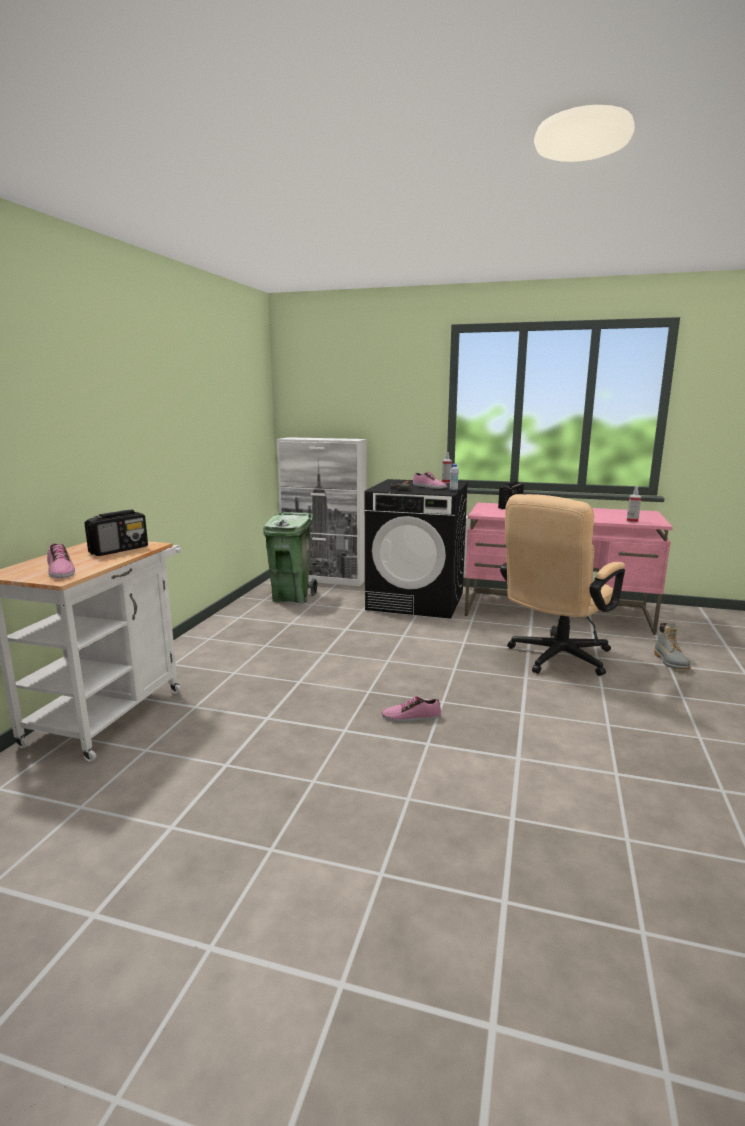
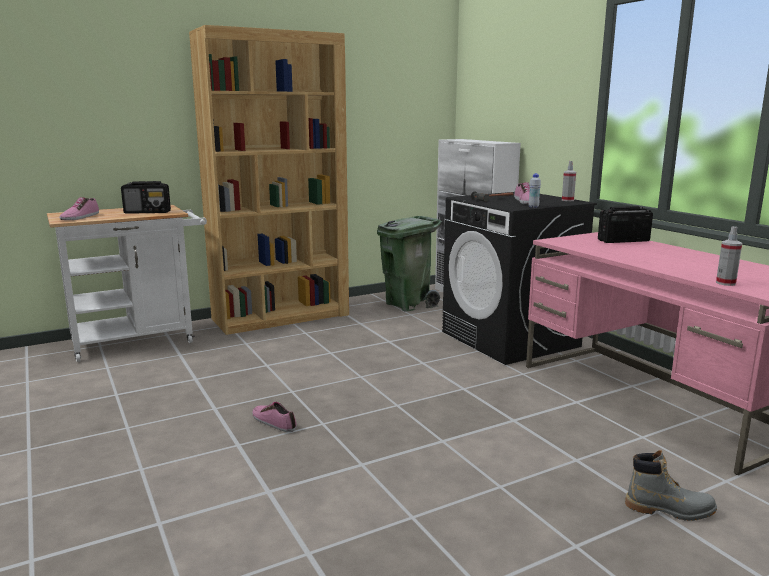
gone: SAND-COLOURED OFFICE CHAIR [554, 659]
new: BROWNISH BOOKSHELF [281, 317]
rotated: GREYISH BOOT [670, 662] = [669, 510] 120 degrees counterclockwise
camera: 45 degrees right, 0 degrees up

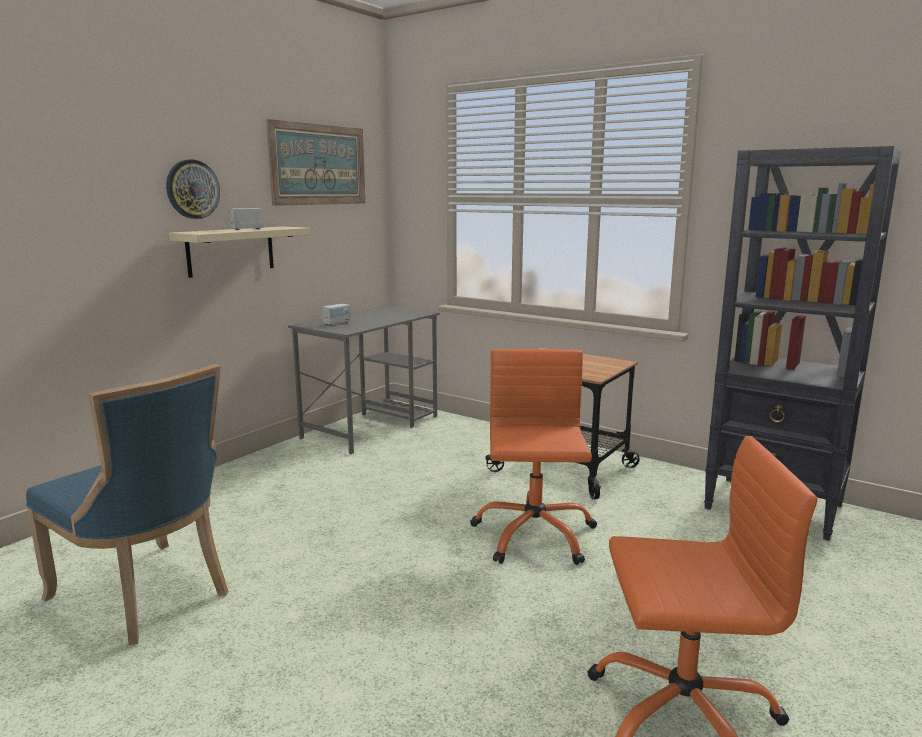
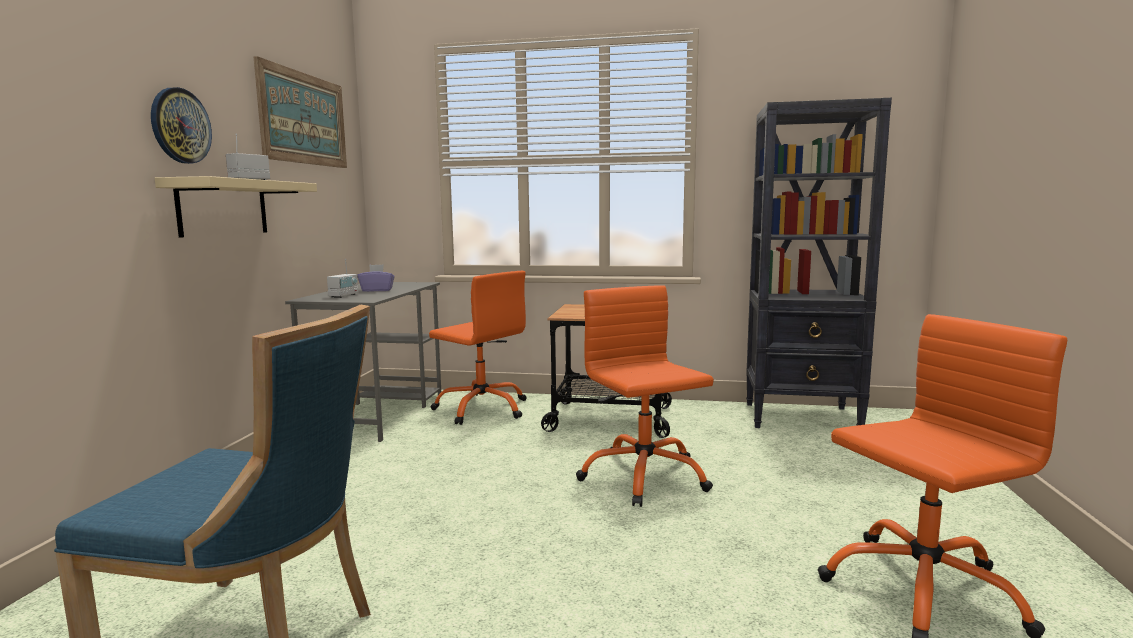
new: PURPLE-COLOURED TISSUE BOX [377, 290]; ORANGE-COLOURED OFFICE CHAIR [482, 408]
camera: 25 degrees left, 5 degrees down

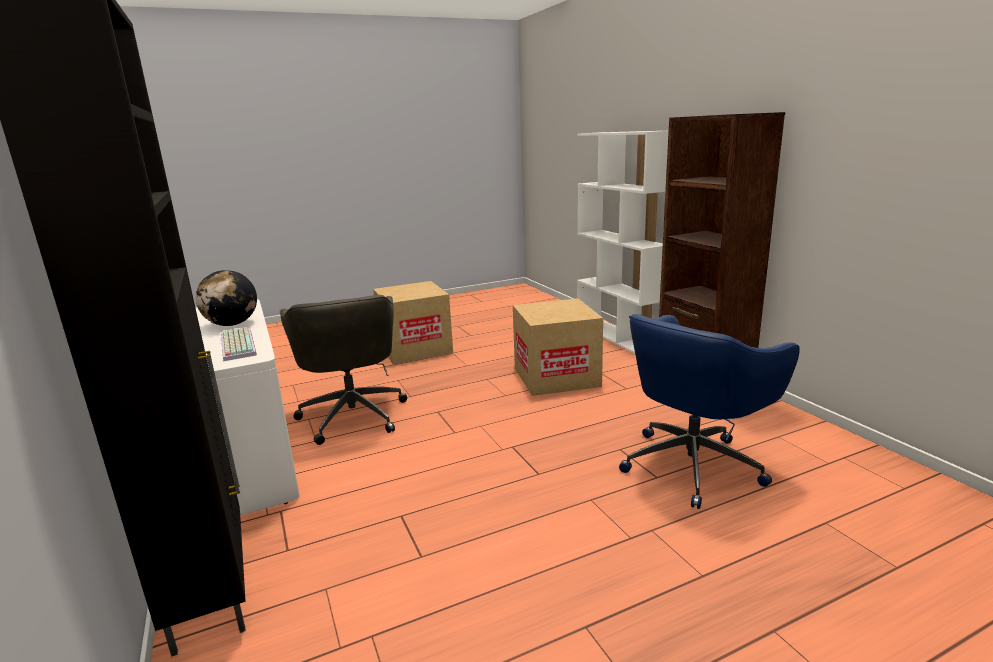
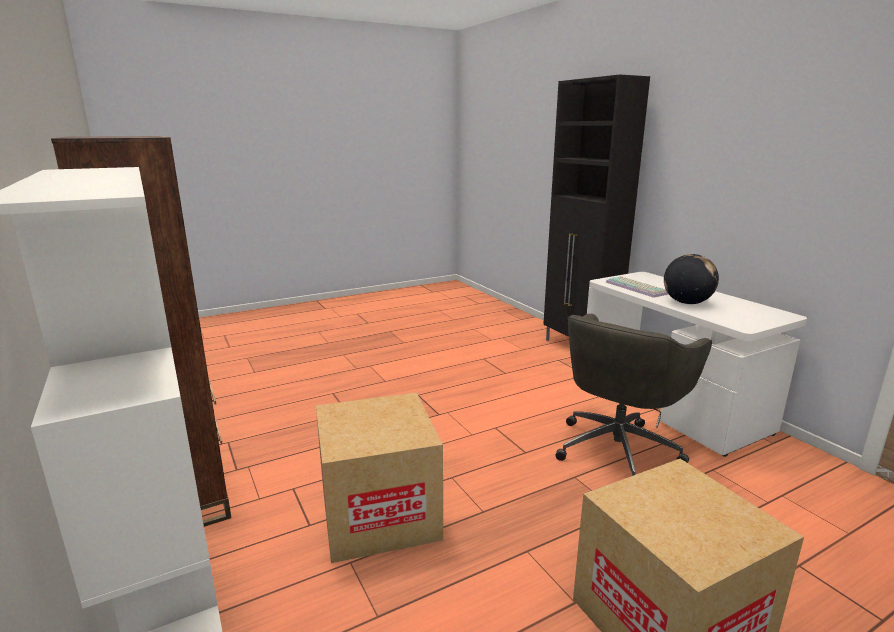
gone: BLUISH OFFICE CHAIR [694, 464]
rotated: GREYISH OFFICE CHAIR [353, 414] = [618, 448] 120 degrees counterclockwise
camera: 175 degrees right, 0 degrees up

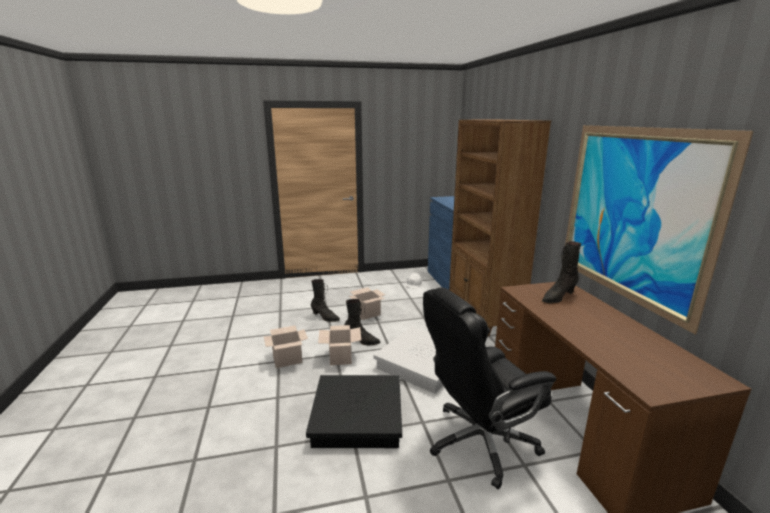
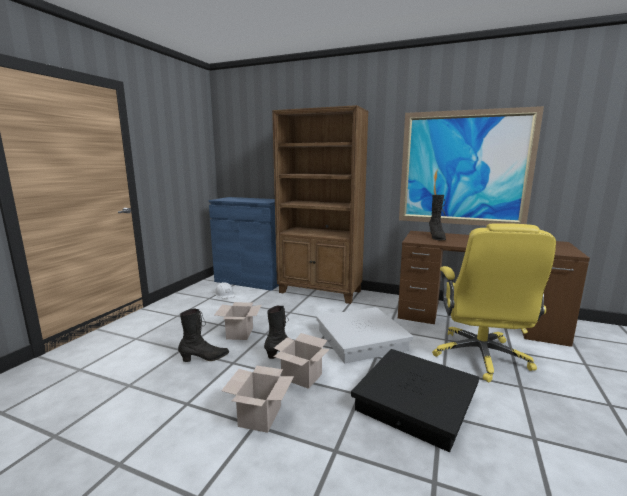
repainted: BLACK-COLOURED OFFICE CHAIR [479, 442] to YELLOW OFFICE CHAIR [480, 357]
camera: 55 degrees left, 5 degrees down

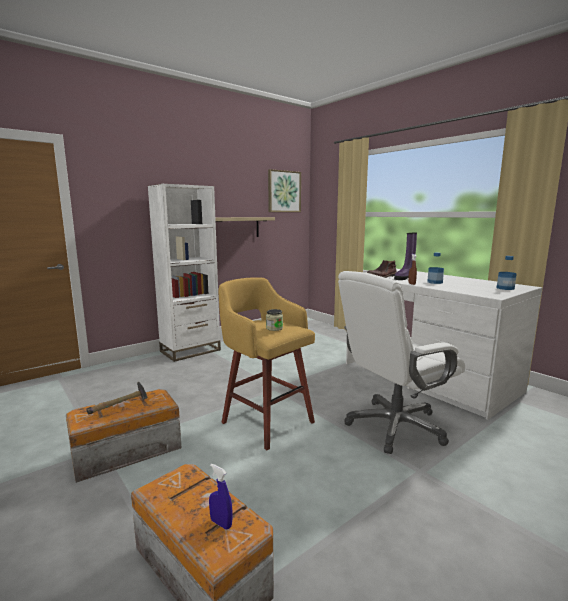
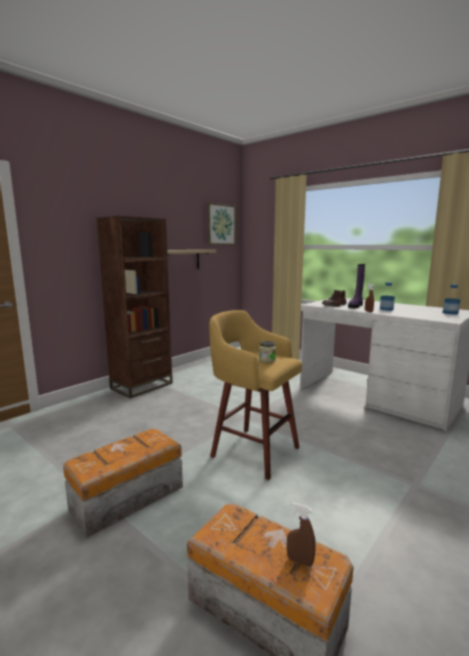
gone: TOOL HAMMER [120, 406]; WHITE-COLOURED OFFICE CHAIR [394, 426]
repainted: WHITE-COLOURED BOOKSHELF [190, 351] to BROWNISH BOOKSHELF [142, 386]; BLUISH SPRAY BOTTLE [221, 523] to BROWNISH SPRAY BOTTLE [300, 561]
camera: 10 degrees left, 0 degrees up

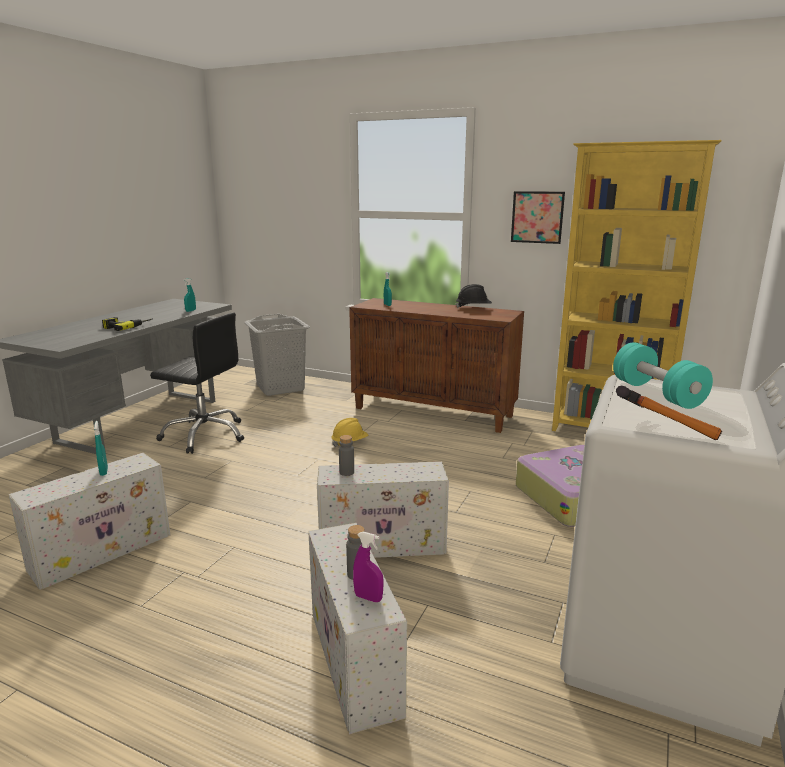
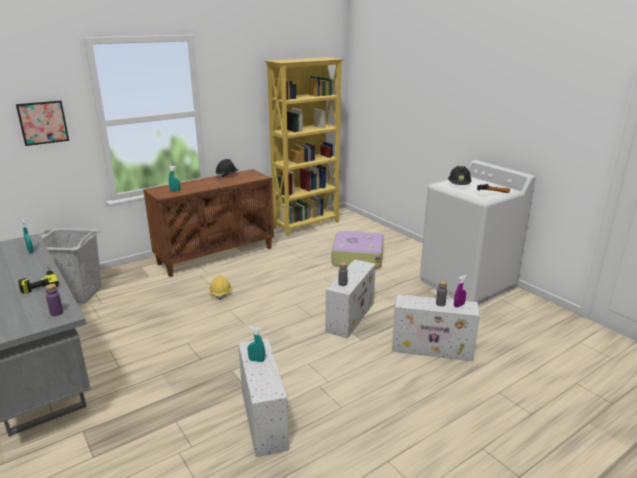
gone: BLACK-COLOURED OFFICE CHAIR [205, 435]
new: PURPLE-COLOURED DRINK BOTTLE [56, 313]
shifted: WALL ART [537, 217] to [43, 122]
swapped: BLUE-GREEN HAND WEIGHT [657, 394] to BLACK-COLOURED SAFETY HELMET [459, 185]
camera: 60 degrees left, 5 degrees up

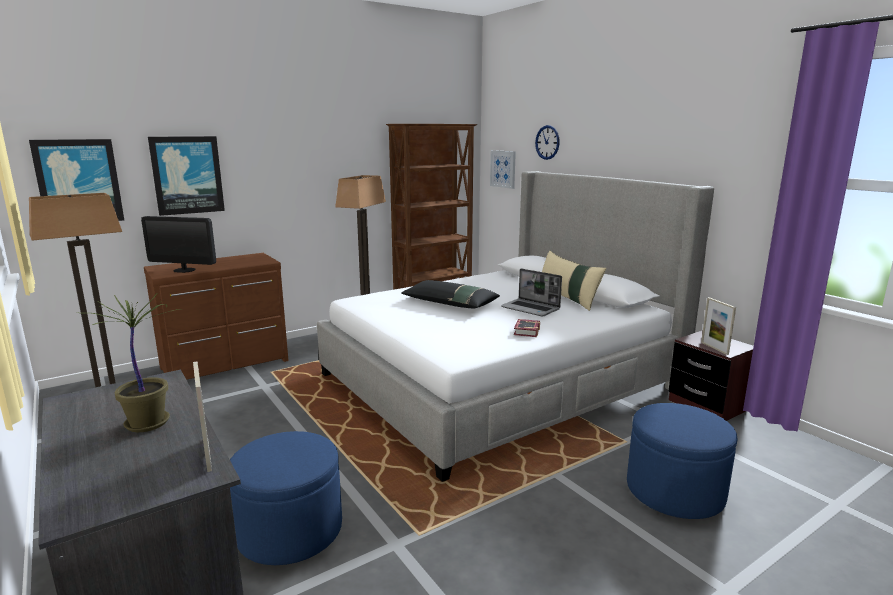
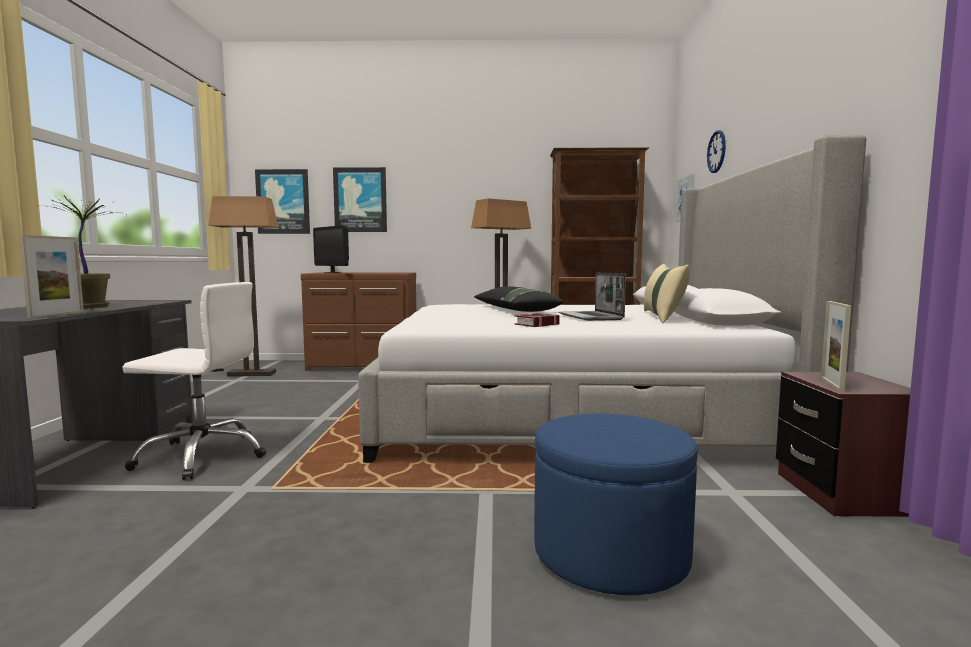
swapped: BLUISH POUFFE [290, 530] to WHITE-COLOURED OFFICE CHAIR [202, 456]
camera: 35 degrees right, 10 degrees down

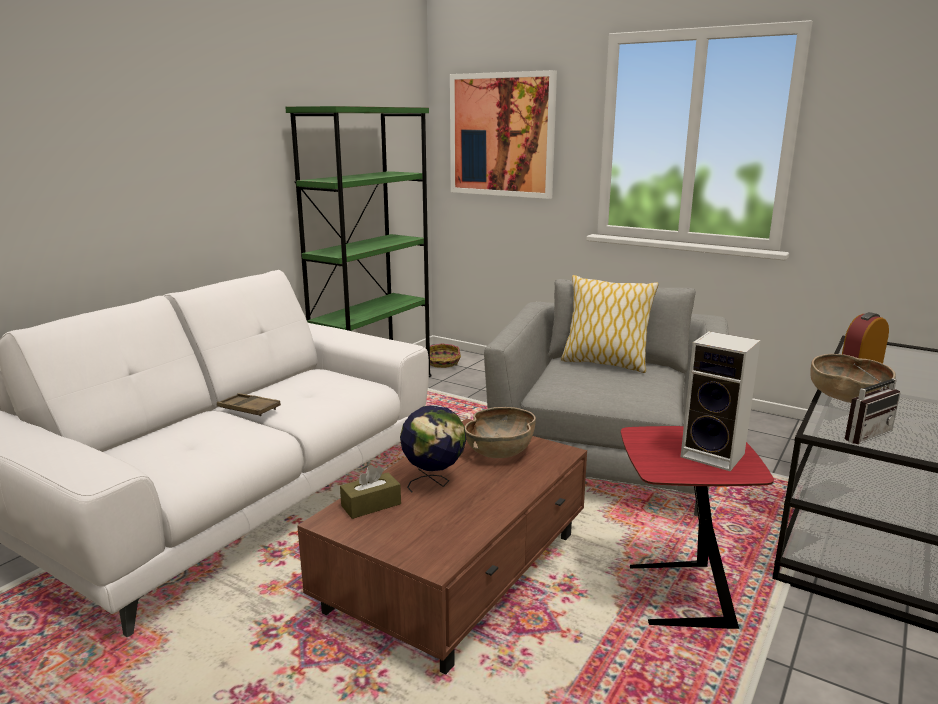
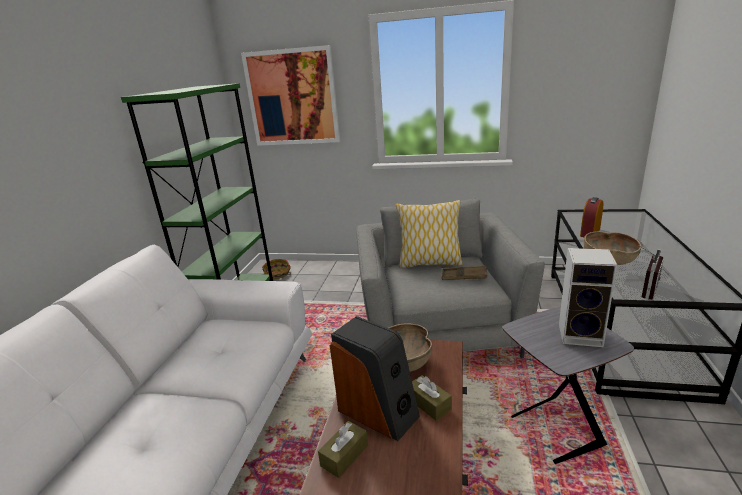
new: BROWNISH TISSUE BOX [429, 404]
shifted: BROWNISH TRAY [249, 409] to [464, 276]
swapped: GLOBE [434, 483] to SPEAKER [378, 412]
repainted: RED-COLOURED ACCENT TABLE [676, 596] to GREYISH ACCENT TABLE [554, 431]
camera: 20 degrees left, 5 degrees up

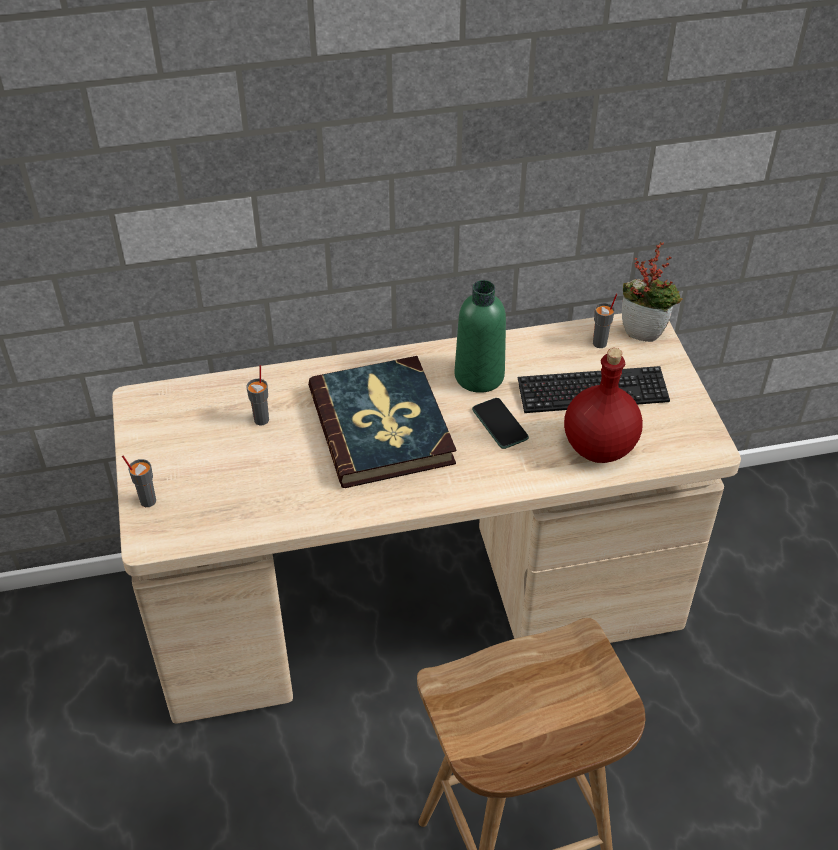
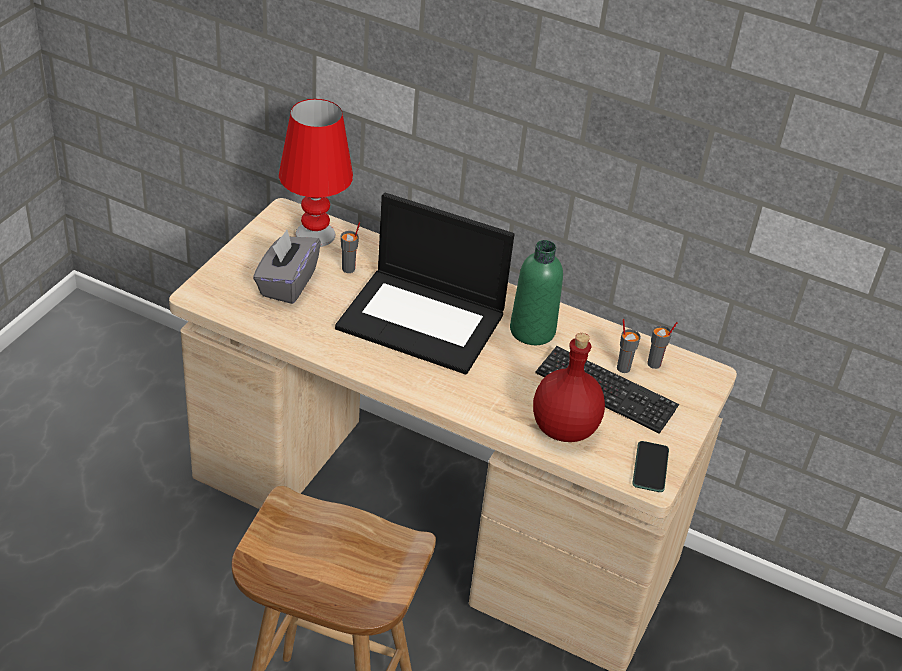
gone: PLANT IN A POT [645, 332]
new: GREYISH TISSUE BOX [287, 283]; RED-COLOURED LAMP FOR A TABLE [315, 234]
shifted: GREYISH DRINKING CUP [147, 501] to [623, 368]; PHONE [500, 424] to [650, 467]
swapped: VOLUME [382, 426] to PORTABLE COMPUTER [423, 320]
camera: 35 degrees right, 5 degrees down

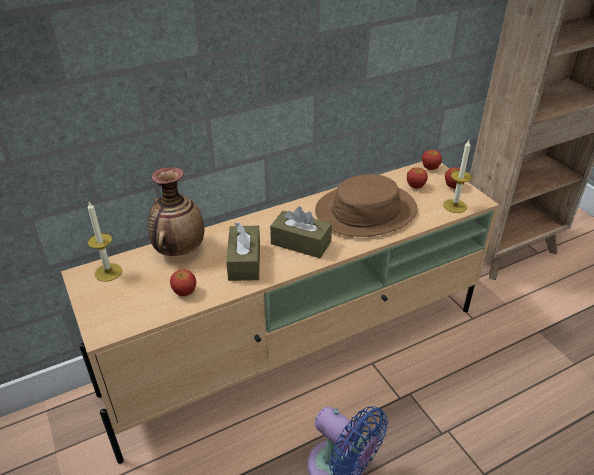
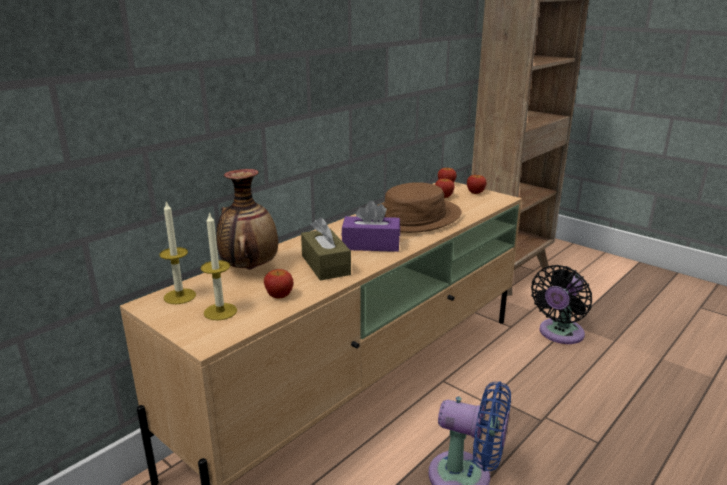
new: BLACK-COLOURED COOLING FAN [559, 334]
shifted: CANDLE [455, 206] to [220, 311]
repainted: BROWNISH TISSUE BOX [301, 243] to PURPLE-COLOURED TISSUE BOX [371, 245]
camera: 20 degrees left, 15 degrees down

